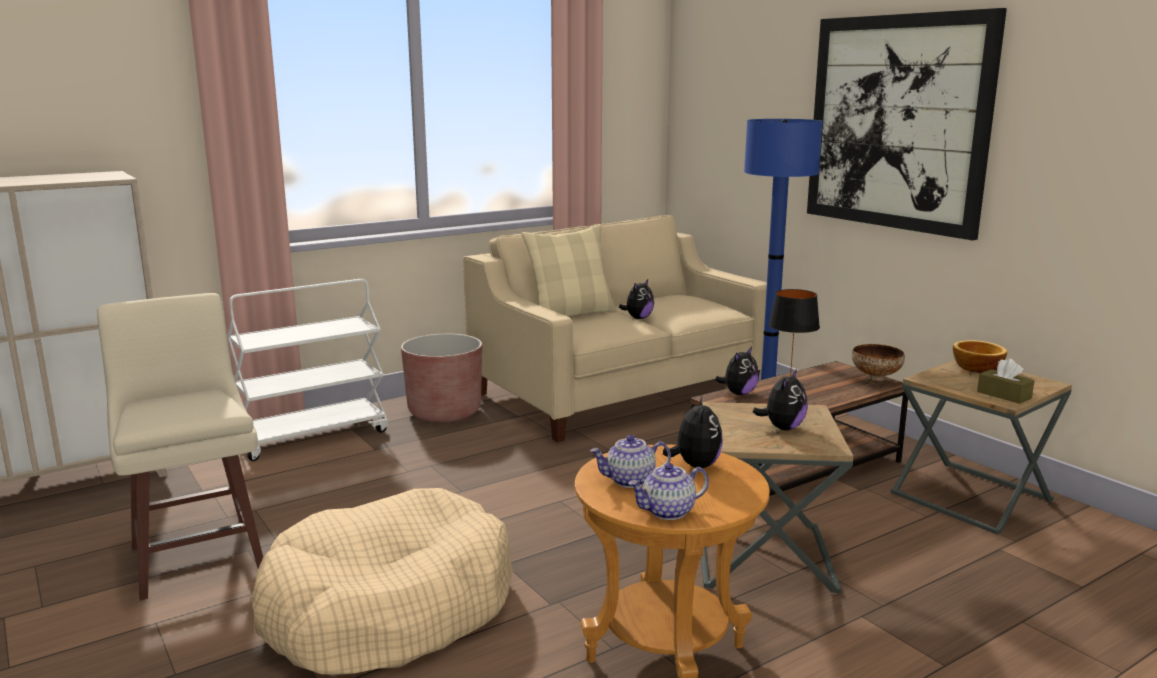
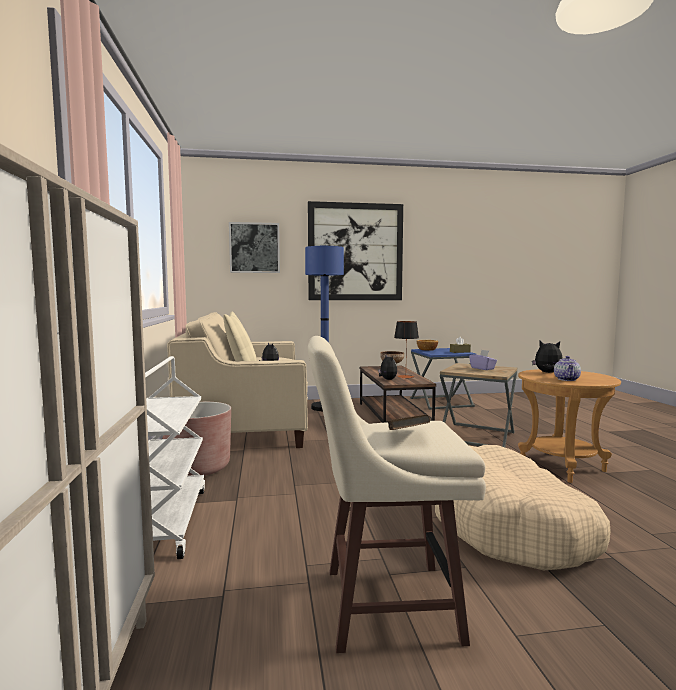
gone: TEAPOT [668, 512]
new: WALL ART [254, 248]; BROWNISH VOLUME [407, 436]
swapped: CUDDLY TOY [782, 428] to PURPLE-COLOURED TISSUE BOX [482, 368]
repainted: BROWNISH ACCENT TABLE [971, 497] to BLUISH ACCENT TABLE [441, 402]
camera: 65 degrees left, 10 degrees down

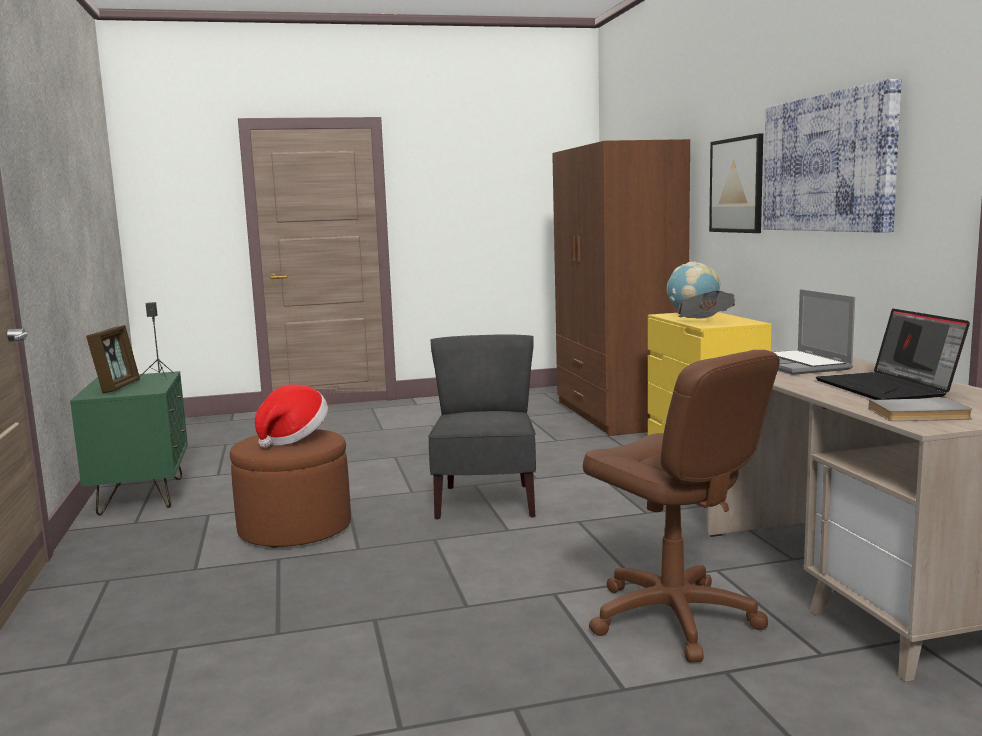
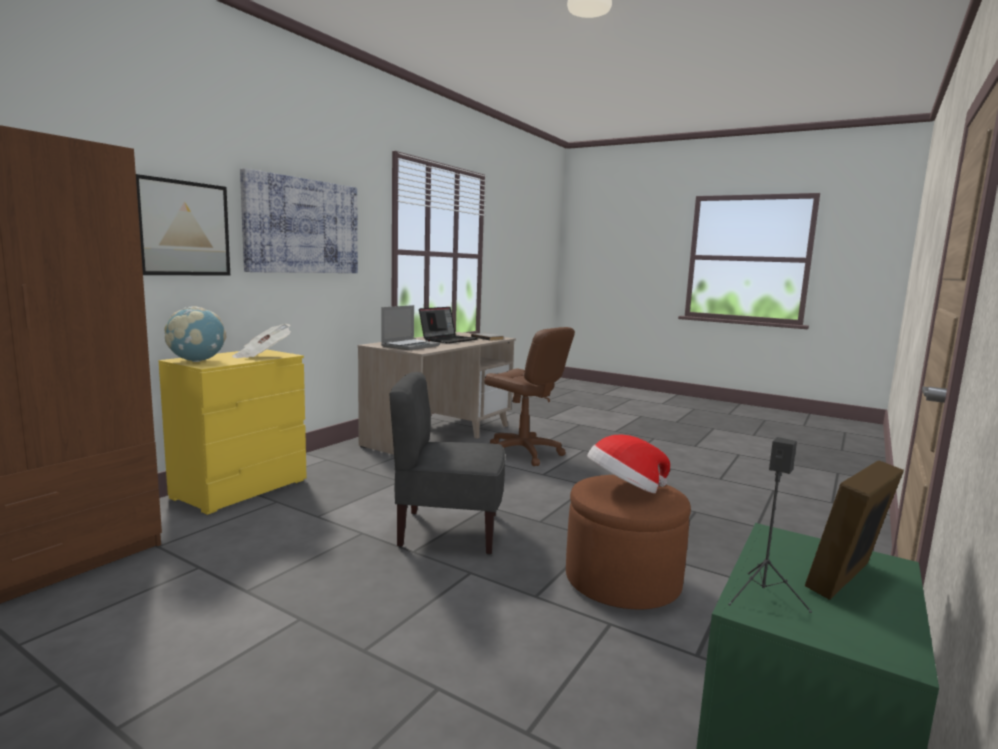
rotated: GREYISH PLAIN CHAIR [486, 502] = [448, 531] 45 degrees clockwise; BROWNISH OFFICE CHAIR [672, 618] = [523, 453] 120 degrees clockwise
camera: 135 degrees left, 0 degrees up

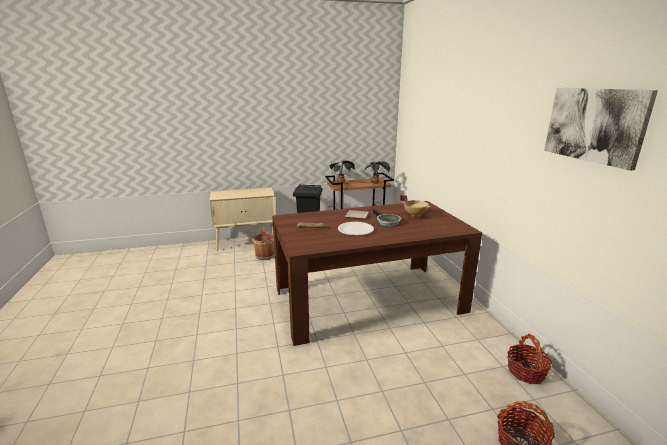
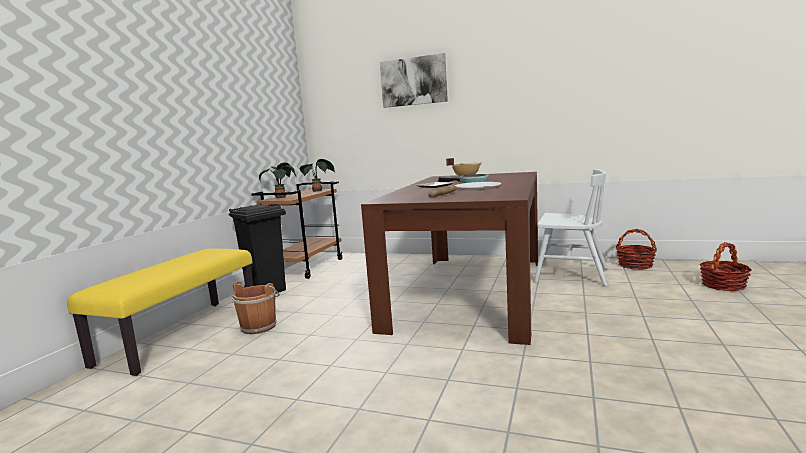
new: WHITE-COLOURED PLAIN CHAIR [570, 275]
shifted: WALL ART [594, 125] to [413, 81]
swapped: SAND-COLOURED CUPBOARD [247, 242] to YELLOW BENCH [182, 334]
camera: 55 degrees left, 10 degrees down

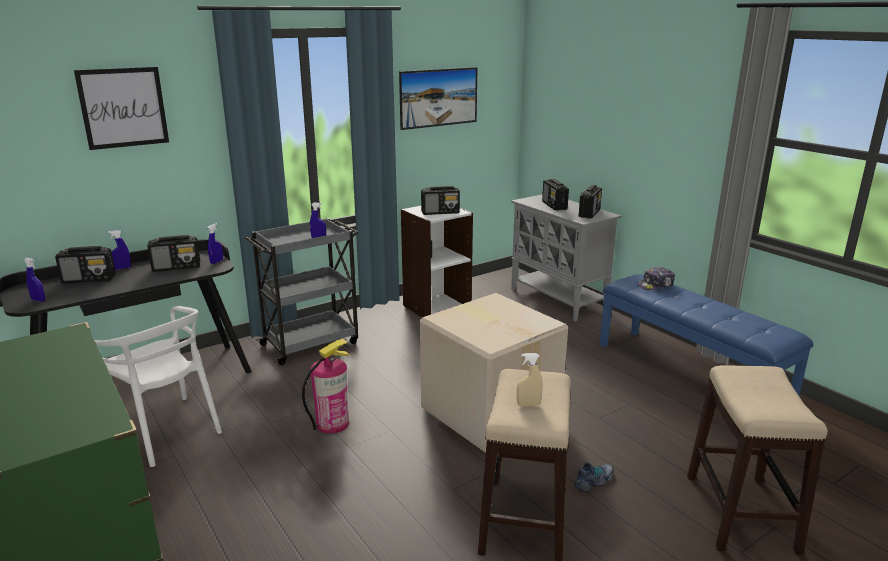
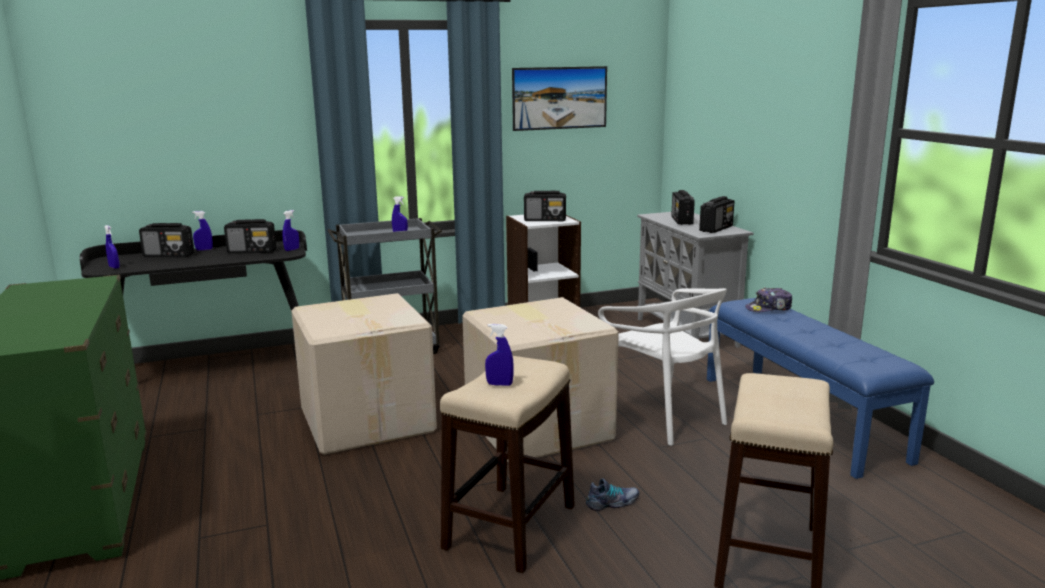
gone: WALL ART [123, 107]
shifted: WHITE-COLOURED PLAIN CHAIR [164, 431] to [663, 416]
swapped: FIRE EXTINGUISHER [332, 423] to CARTON [368, 419]
repainted: SAND-COLOURED SPRAY BOTTLE [528, 405] to BLUISH SPRAY BOTTLE [499, 384]
camera: 15 degrees right, 5 degrees down

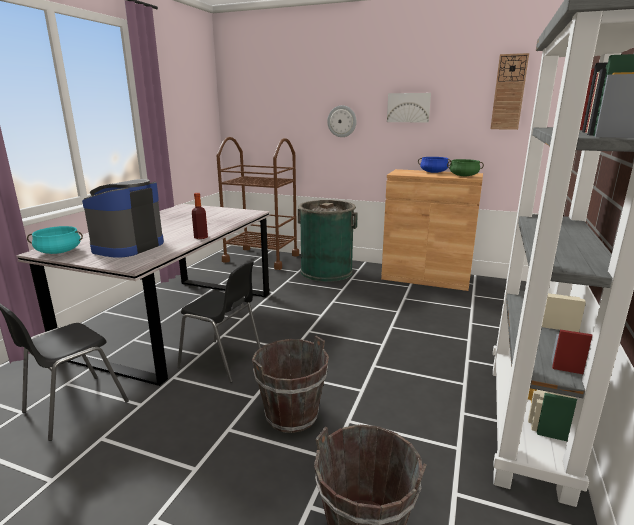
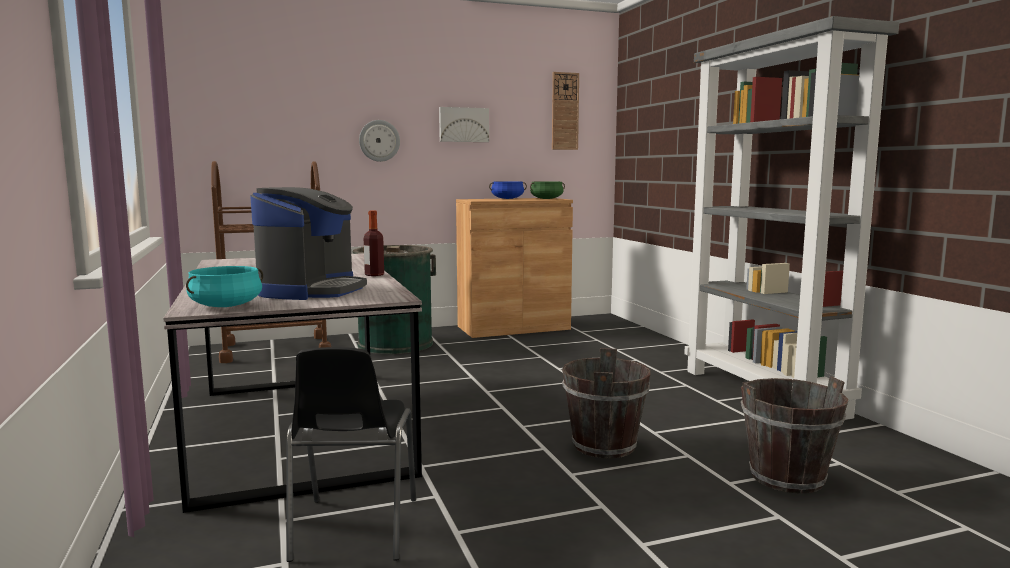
gone: BLACK-COLOURED PLAIN CHAIR [223, 361]
rotated: COFFEE BREWER [127, 247] = [311, 290] 150 degrees counterclockwise
camera: 40 degrees left, 10 degrees down

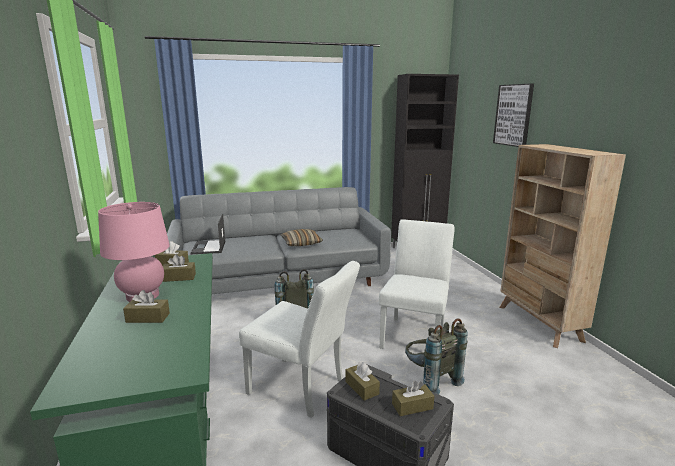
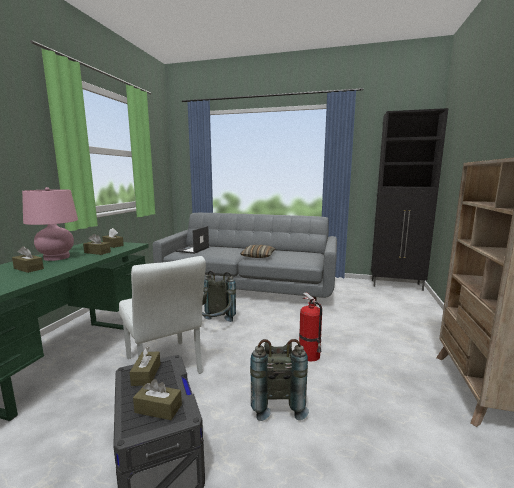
gone: WALL ART [513, 115]
swapped: WHITE-COLOURED PLAIN CHAIR [415, 334] to FIRE EXTINGUISHER [310, 355]
camera: 30 degrees right, 5 degrees down

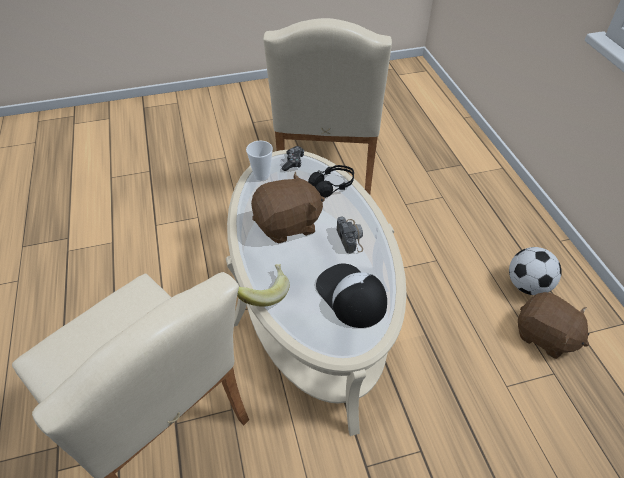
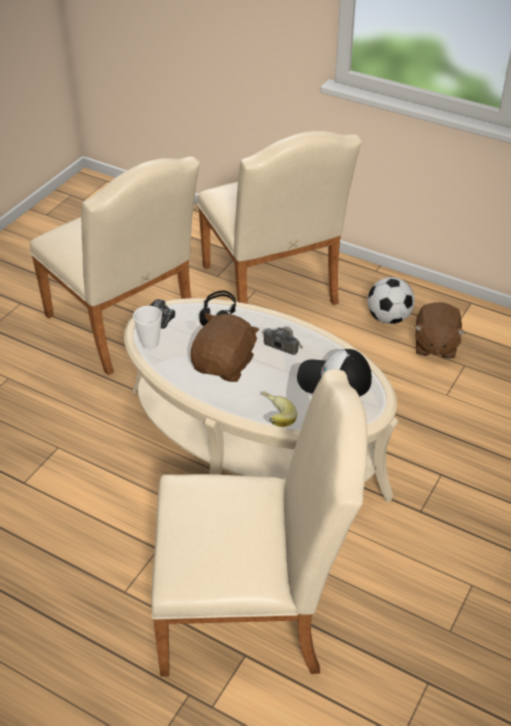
new: SAND-COLOURED PLAIN CHAIR [272, 290]
rotated: BROWNISH CUDDLY TOY [544, 336] = [435, 345] 105 degrees clockwise
camera: 45 degrees left, 5 degrees down

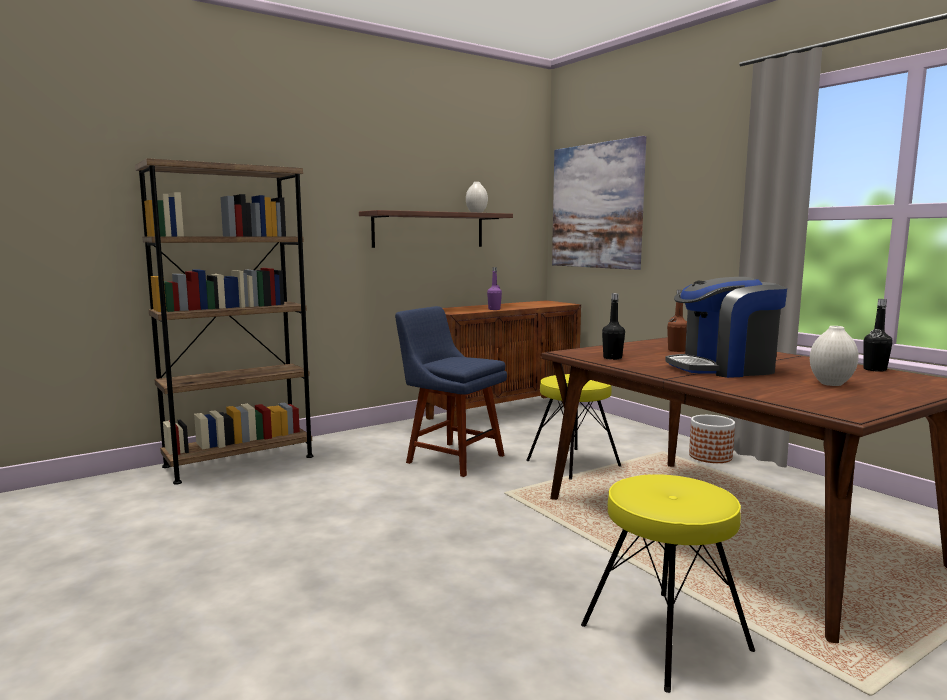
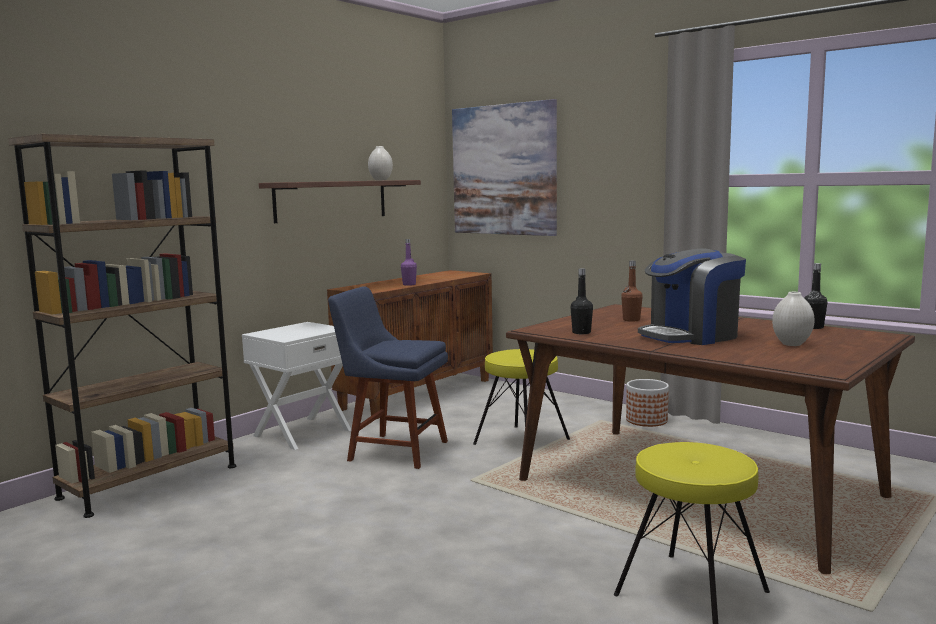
new: WHITE-COLOURED BEDSIDE TABLE [302, 432]
camera: 15 degrees left, 0 degrees up

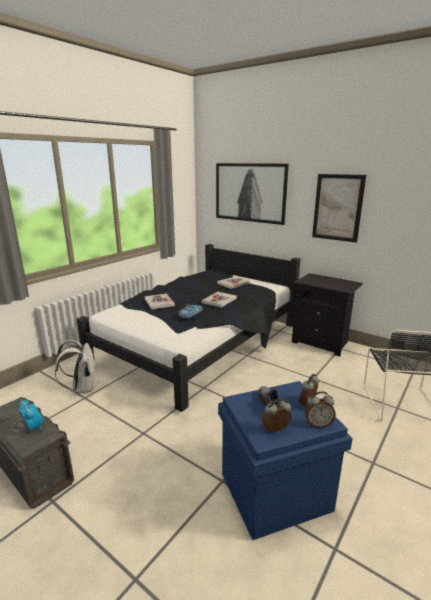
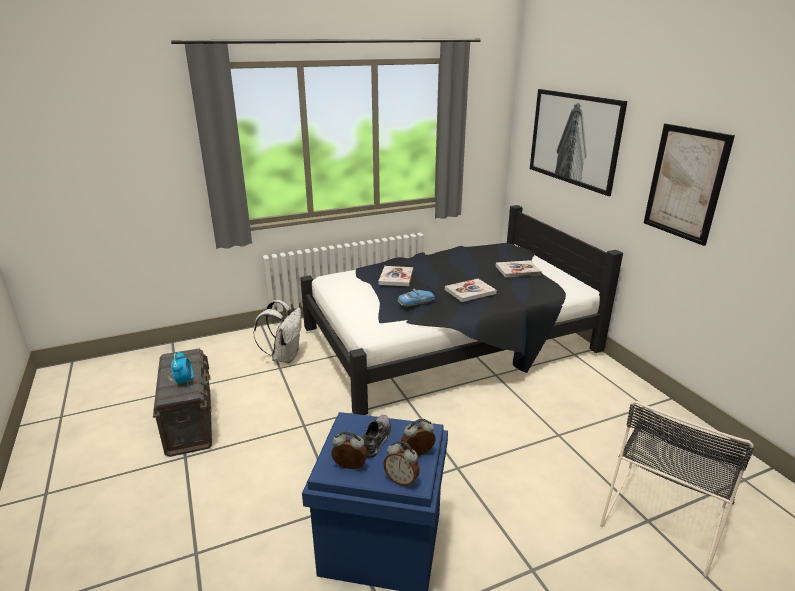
gone: BLACK-COLOURED BEDSIDE TABLE [321, 342]
camera: 30 degrees right, 5 degrees up

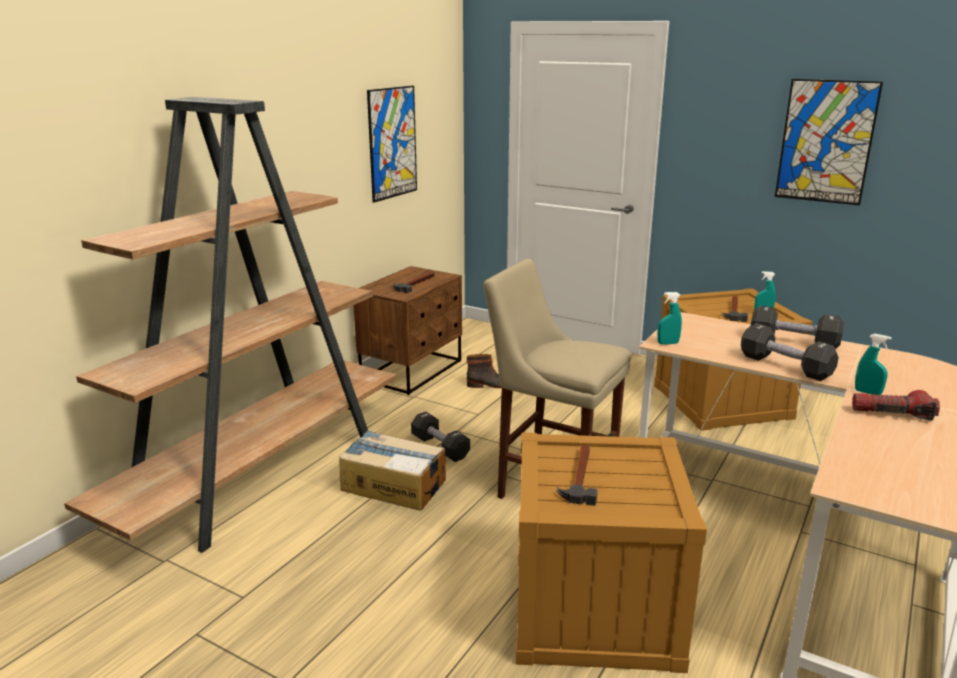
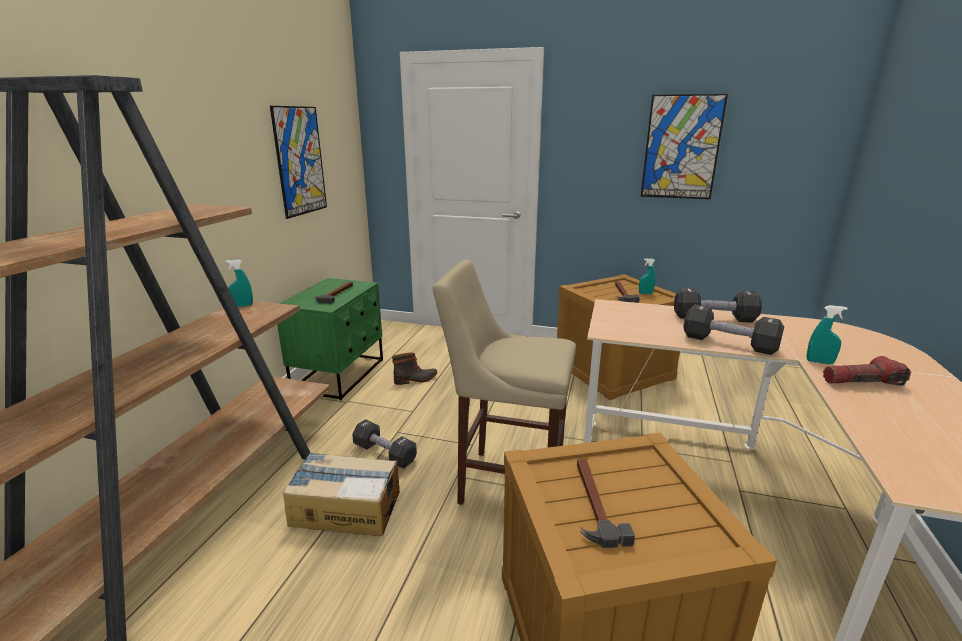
shifted: BLUE-GREEN SPRAY BOTTLE [668, 343] to [242, 306]
repainted: BROWNISH BEDSIDE TABLE [413, 371] to GREEN BEDSIDE TABLE [340, 375]
camera: 15 degrees left, 0 degrees up

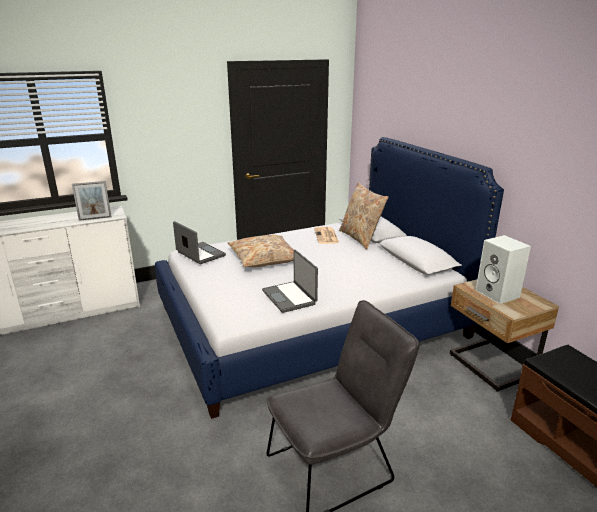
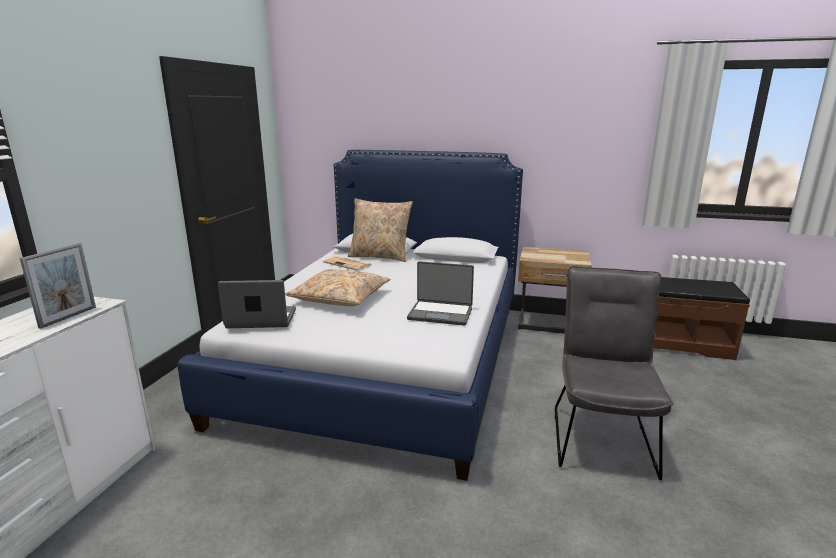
gone: WHITE-COLOURED SPEAKER [498, 294]
camera: 50 degrees left, 5 degrees down

